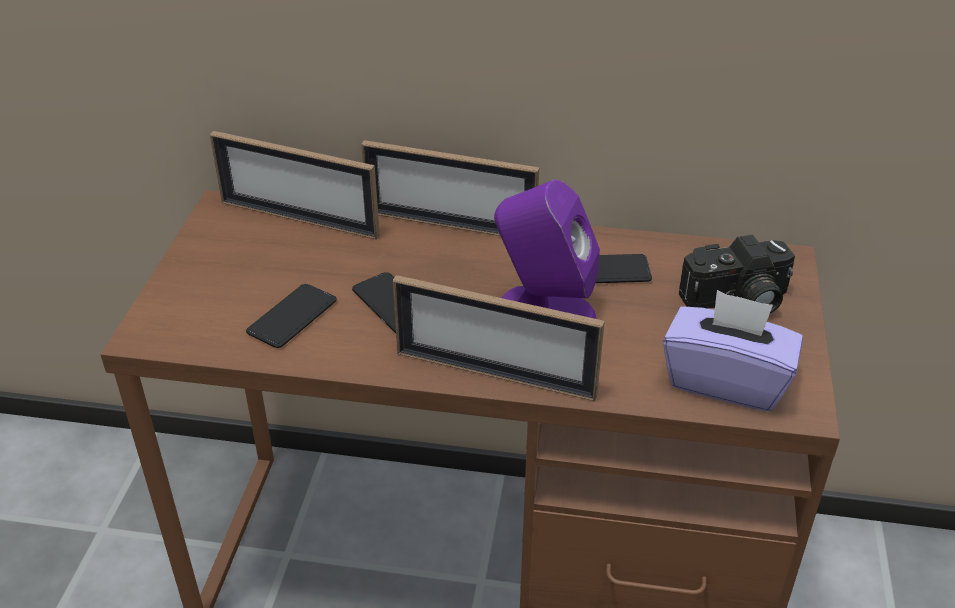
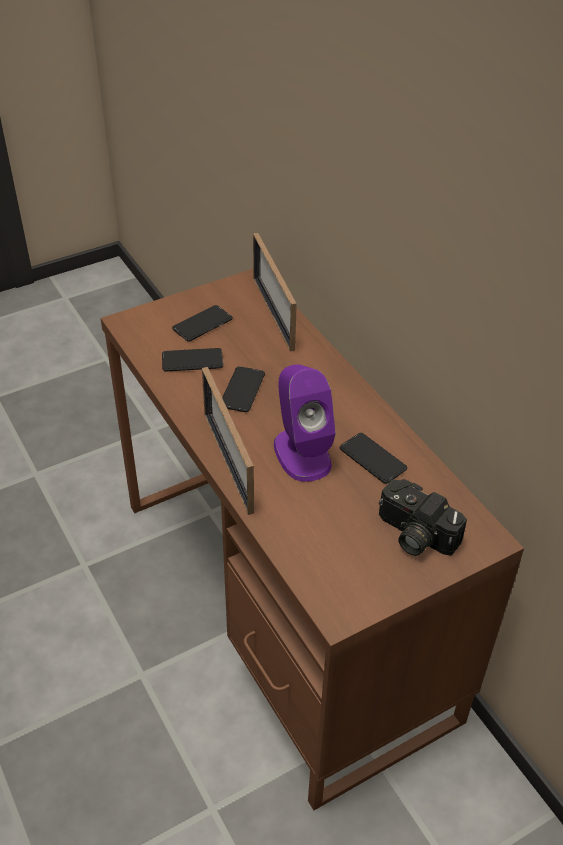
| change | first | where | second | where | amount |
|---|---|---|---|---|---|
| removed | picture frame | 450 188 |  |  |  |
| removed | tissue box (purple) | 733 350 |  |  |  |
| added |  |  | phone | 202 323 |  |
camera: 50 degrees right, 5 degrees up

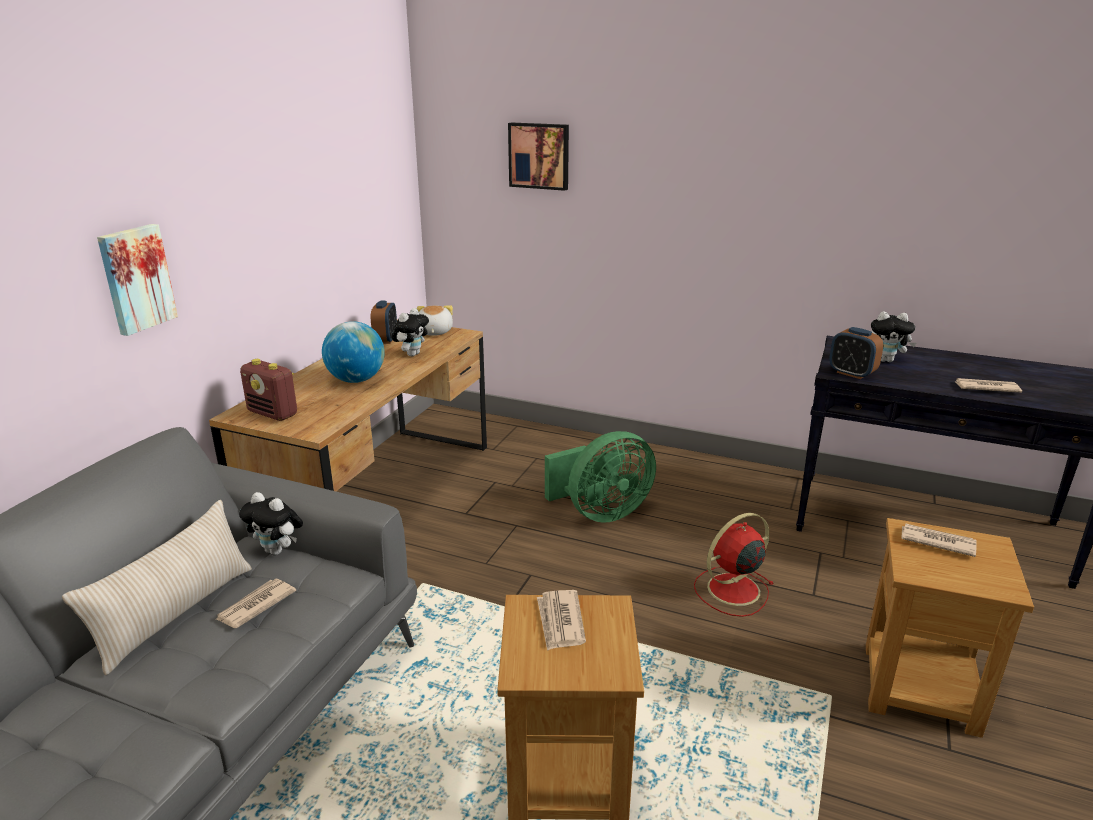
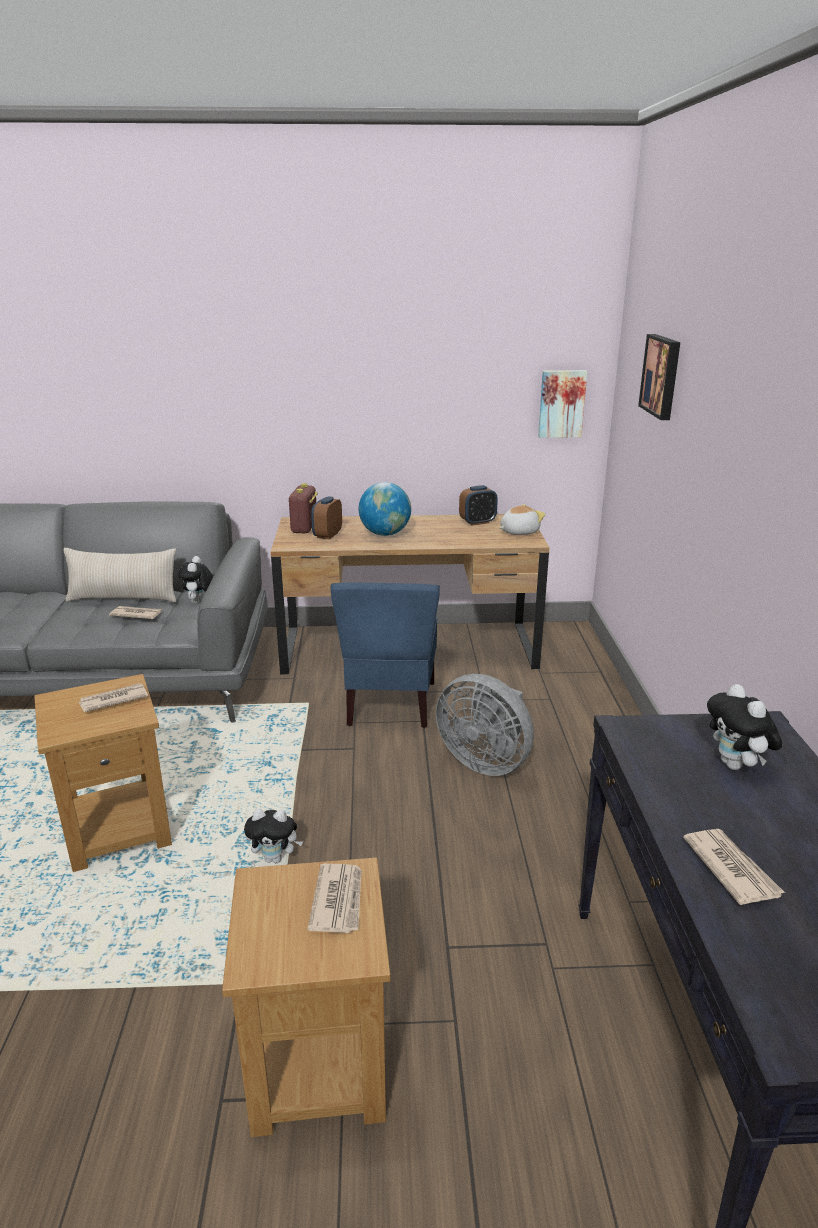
| change | first | where | second | where | amount |
|---|---|---|---|---|---|
| moved | picture | 137 280 |  | 562 404 |  |
| moved | plush toy | 410 332 |  | 273 836 |  |
| recoloured | fan (green) | 600 477 | fan (grey) | 485 725 |  |
| removed | fan (red) | 734 565 |  |  |  |
| moved | alarm clock | 856 353 |  | 326 517 |  |
| added |  |  | chair (blue) | 385 655 |  |
camera: 65 degrees right, 0 degrees up

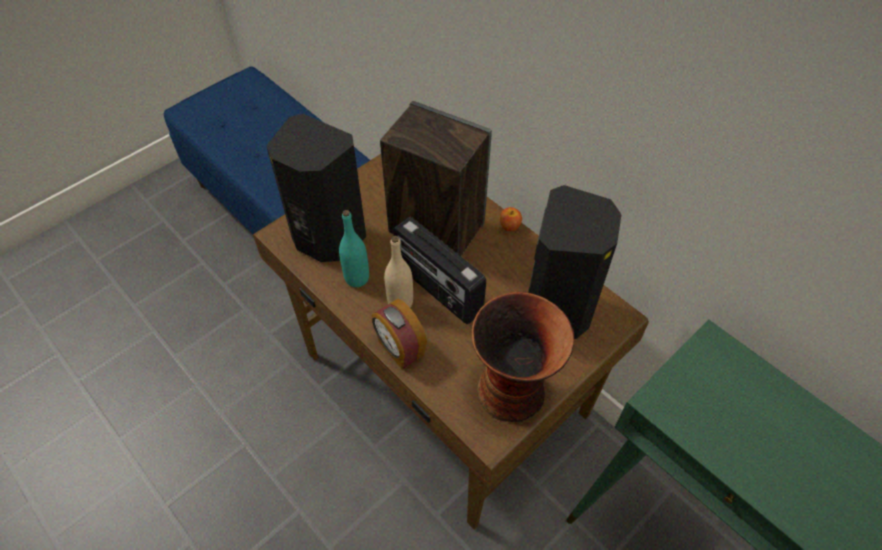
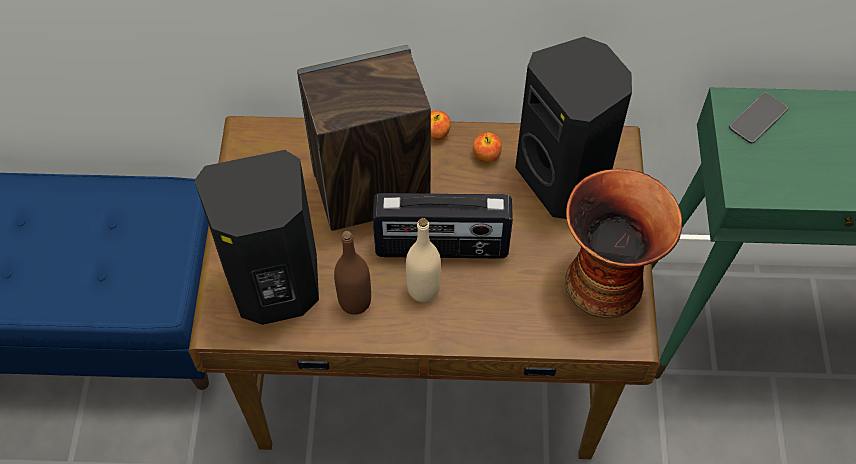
| change | first | where | second | where | amount |
|---|---|---|---|---|---|
| recoloured | bottle (turquoise) | 354 248 | bottle (brown) | 352 273 |  |
| removed | alarm clock | 399 334 |  |  |  |
| added |  |  | apple | 487 147 |  |
| added |  |  | phone | 758 117 |  |
camera: 45 degrees left, 5 degrees up

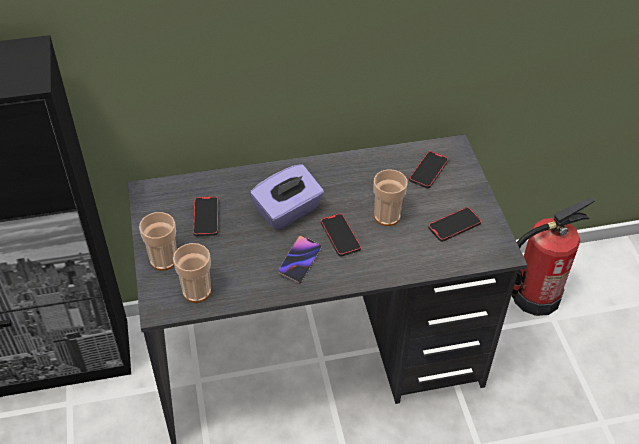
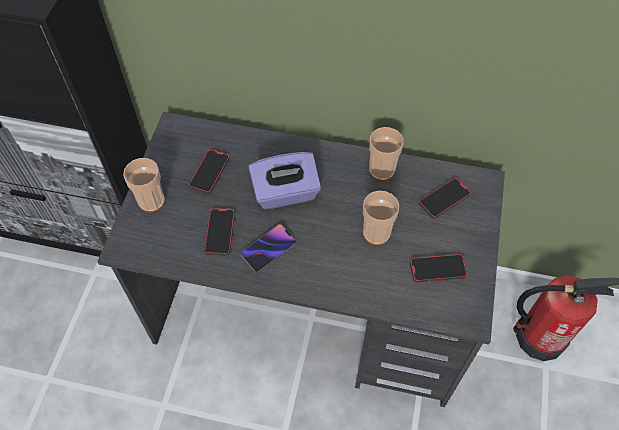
| change | first | where | second | where | amount |
|---|---|---|---|---|---|
| moved | cup | 192 273 |  | 386 154 |  |
| moved | phone | 341 234 |  | 219 232 |  |
camera: 25 degrees right, 10 degrees up

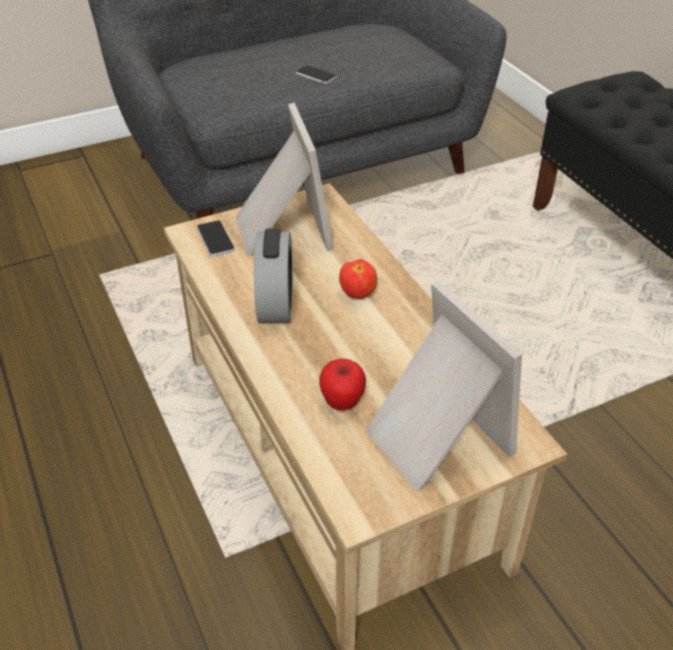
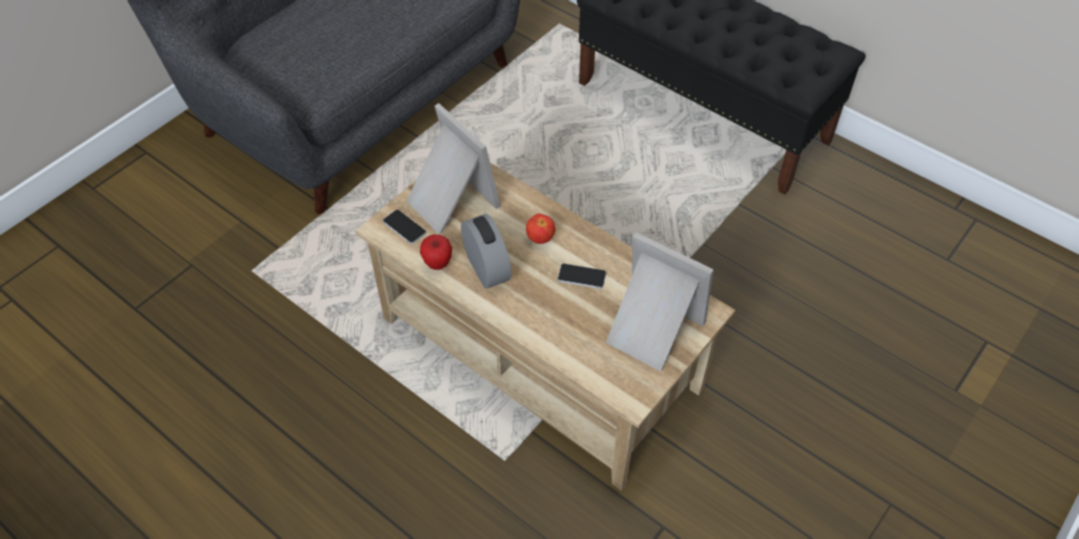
| change | first | where | second | where | amount |
|---|---|---|---|---|---|
| moved | phone | 315 74 |  | 582 276 |  |
| moved | apple | 342 384 |  | 436 252 |  |
camera: 25 degrees left, 10 degrees up

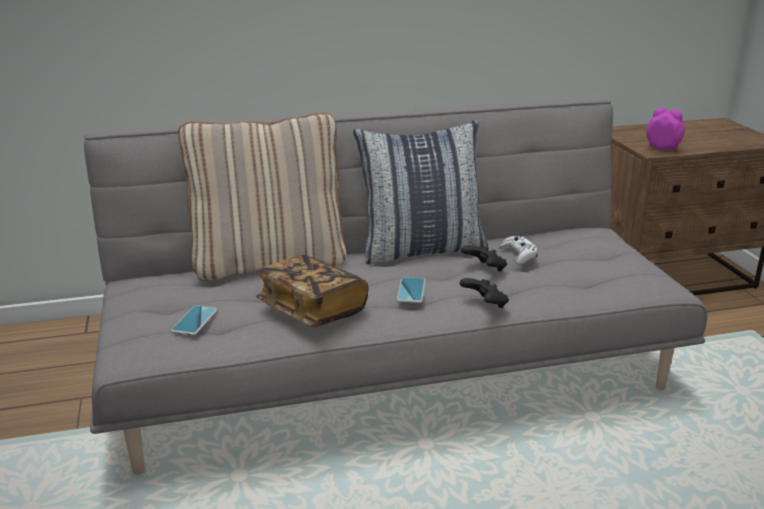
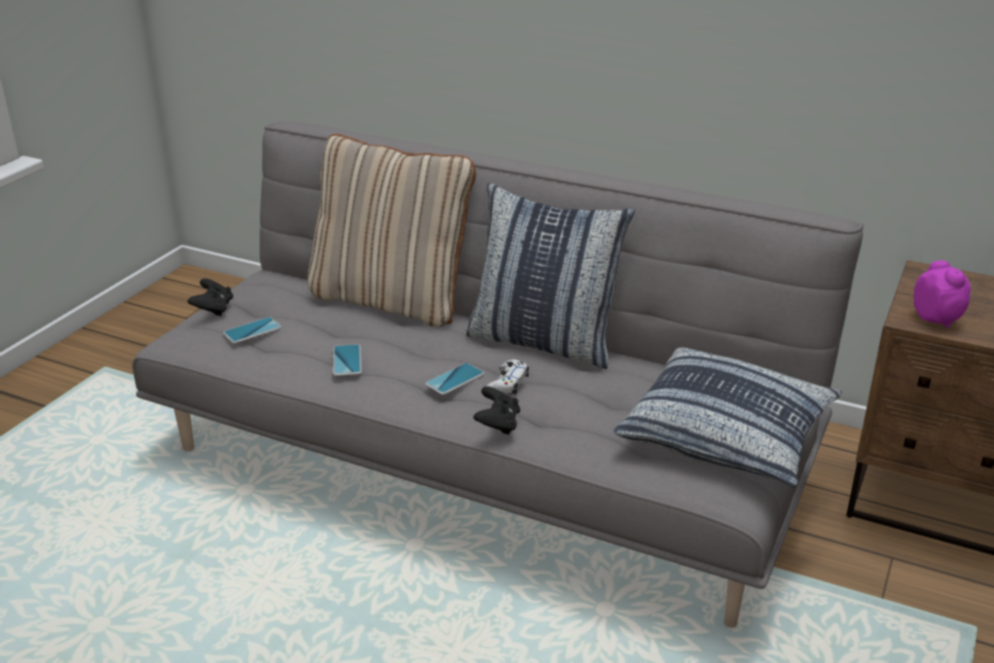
| change | first | where | second | where | amount |
|---|---|---|---|---|---|
| replaced | book | 313 291 | phone | 347 360 |  |
| moved | game controller (black) | 484 259 |  | 210 298 |  |
| moved | game controller (white) | 518 250 |  | 507 376 |  |
| added |  |  | pillow | 728 417 |  |
camera: 40 degrees right, 5 degrees up

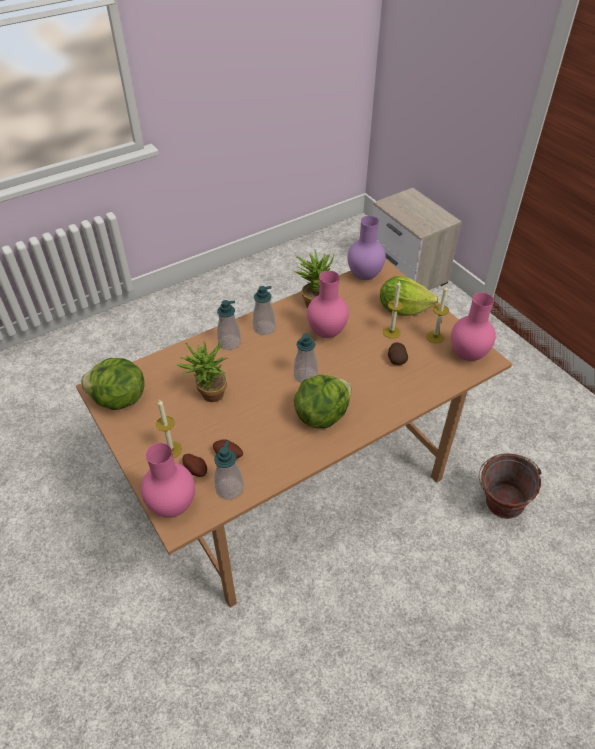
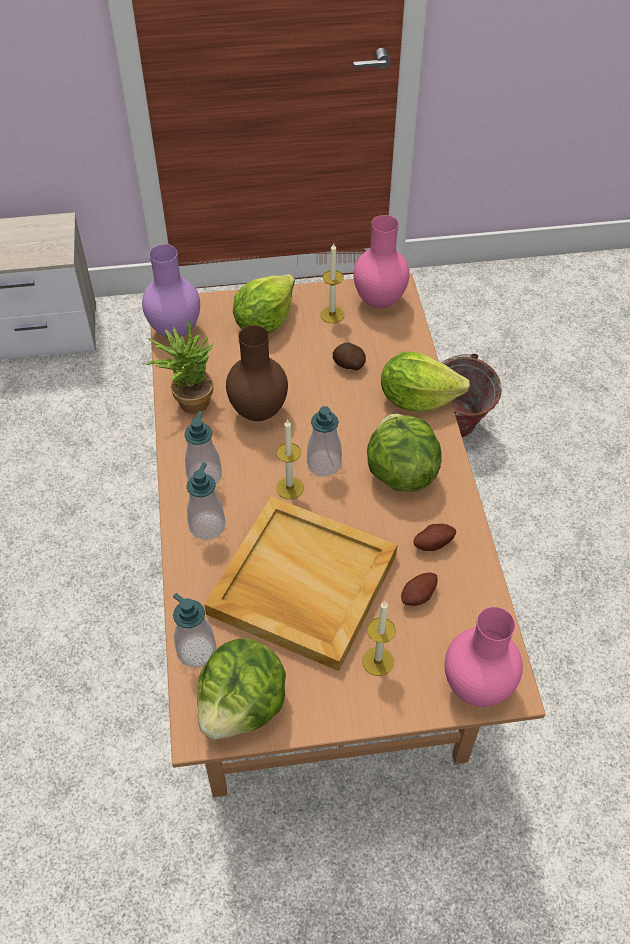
| change | first | where | second | where | amount |
|---|---|---|---|---|---|
| replaced | potted plant | 203 371 | tray (beige) | 300 583 |  |
| moved | potato | 194 465 |  | 434 537 |  |
| moved | soap dispenser | 228 470 |  | 194 630 |  |
| recoloured | vase (pink) | 328 304 | vase (brown) | 257 373 |  |
| moved | candle | 393 310 |  | 290 459 |  |
| added |  |  | lettuce | 425 381 |  |
camera: 65 degrees left, 5 degrees up

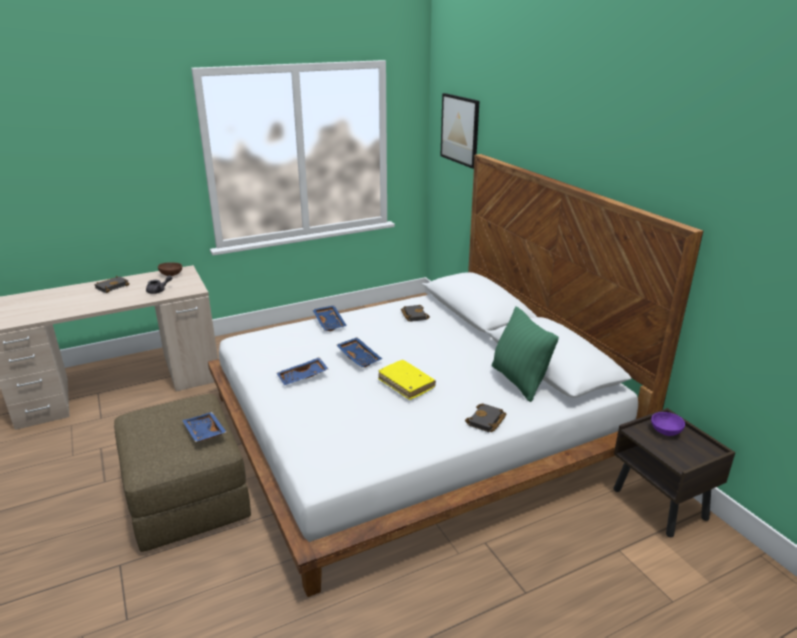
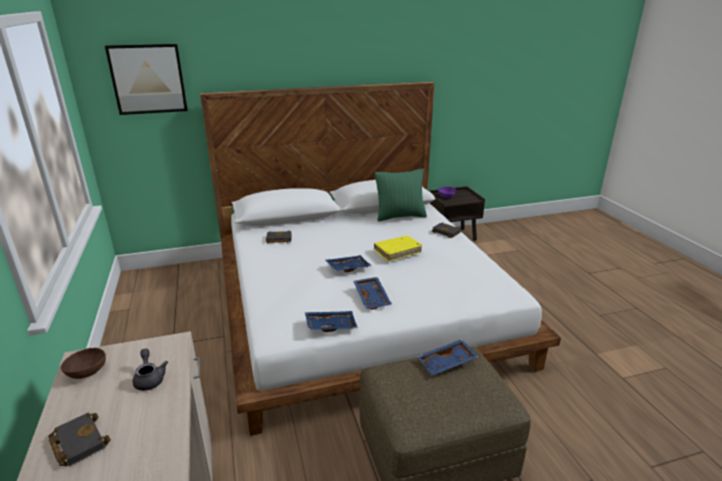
| change | first | where | second | where | amount |
|---|---|---|---|---|---|
| moved | tray (blue) | 329 318 |  | 331 321 |  |
camera: 80 degrees left, 0 degrees up

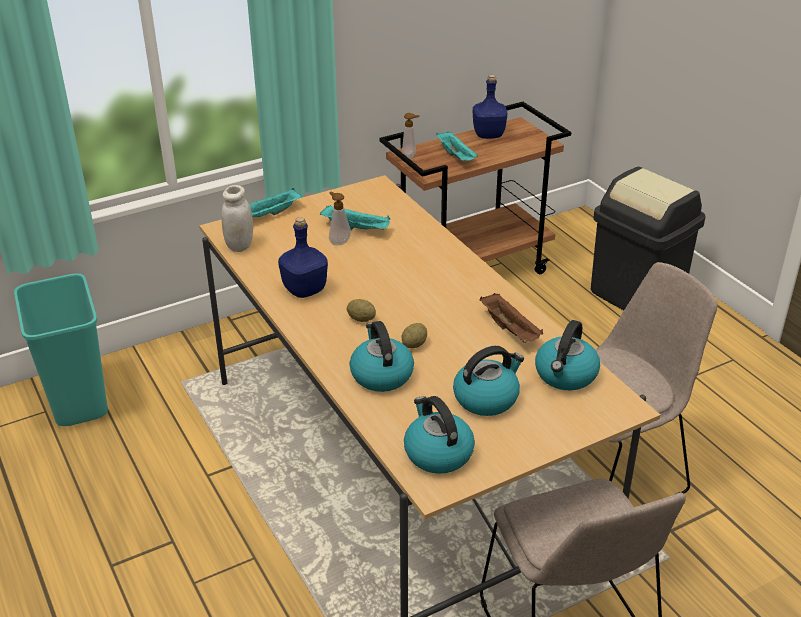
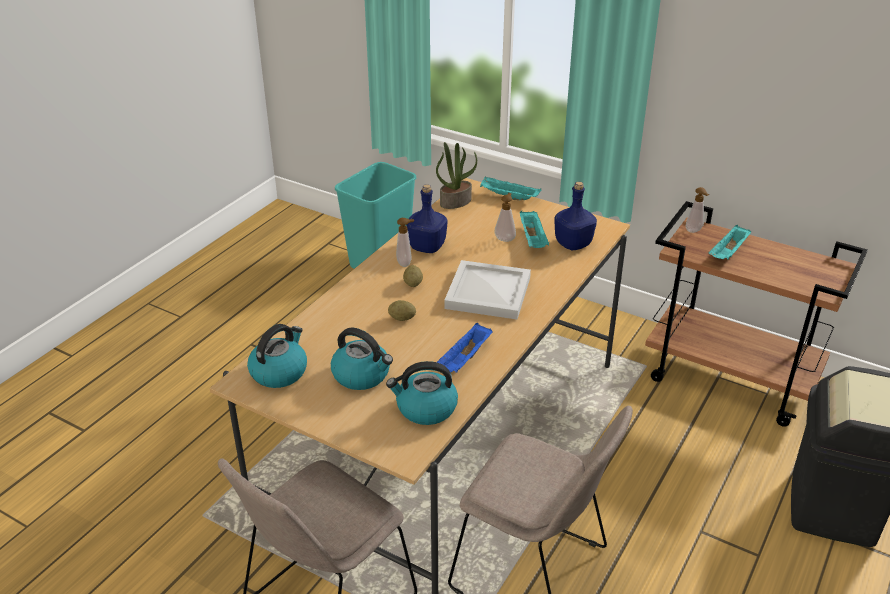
| change | first | where | second | where | amount |
|---|---|---|---|---|---|
| replaced | jar (white) | 237 218 | potted plant | 456 175 |  |
| removed | kettle | 381 356 |  |  |  |
| moved | bottle (blue) | 490 107 |  | 575 216 |  |
| recoloured | tray (brown) | 511 318 | tray (blue) | 465 348 |  |
| added |  |  | soap dispenser | 405 242 |  |
| added |  |  | tray (white) | 487 289 |  |
camera: 60 degrees right, 0 degrees up

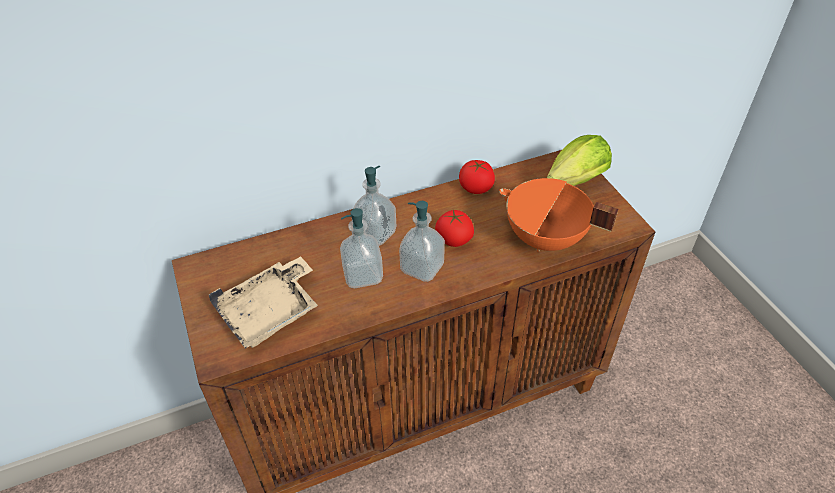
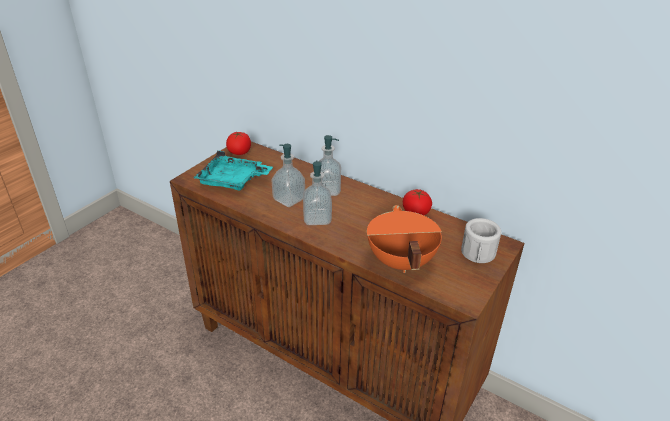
| change | first | where | second | where | amount |
|---|---|---|---|---|---|
| recoloured | tray (beige) | 263 302 | tray (turquoise) | 233 170 |  |
| moved | tomato | 454 228 |  | 238 143 |  |
| replaced | lettuce | 579 160 | mug (white) | 481 240 |  |
camera: 55 degrees right, 10 degrees down

